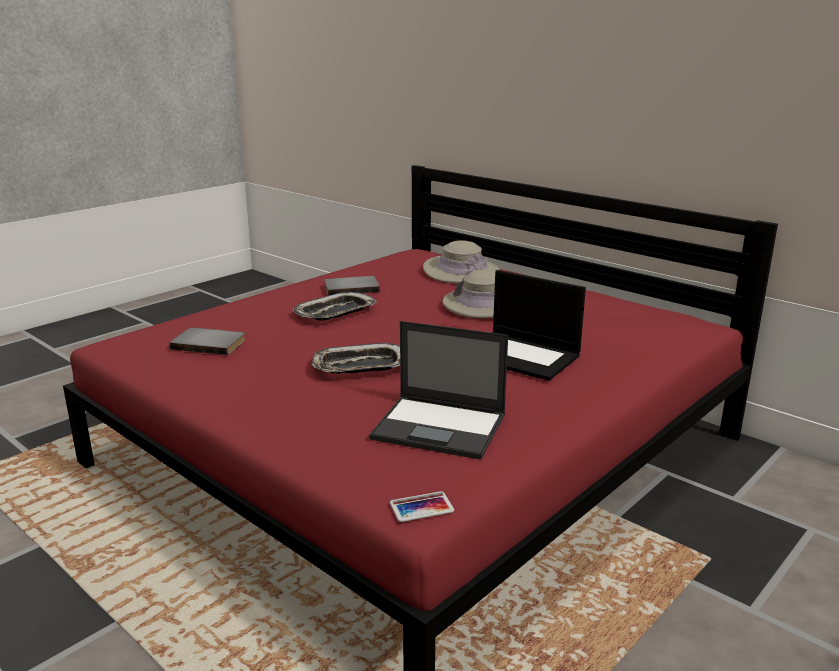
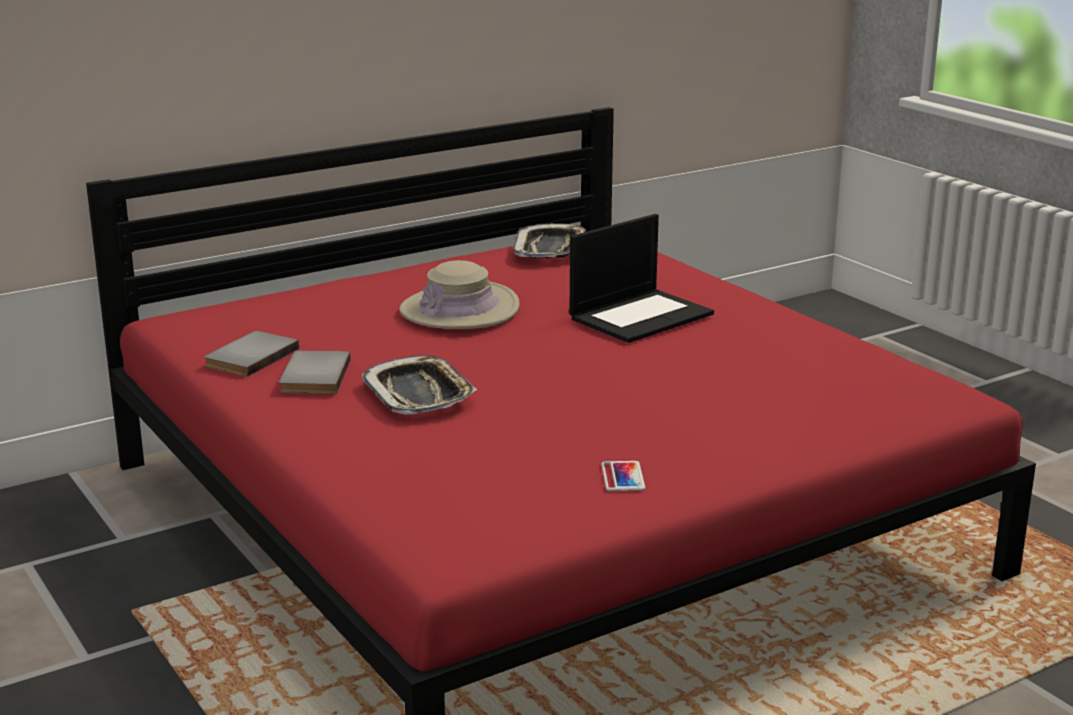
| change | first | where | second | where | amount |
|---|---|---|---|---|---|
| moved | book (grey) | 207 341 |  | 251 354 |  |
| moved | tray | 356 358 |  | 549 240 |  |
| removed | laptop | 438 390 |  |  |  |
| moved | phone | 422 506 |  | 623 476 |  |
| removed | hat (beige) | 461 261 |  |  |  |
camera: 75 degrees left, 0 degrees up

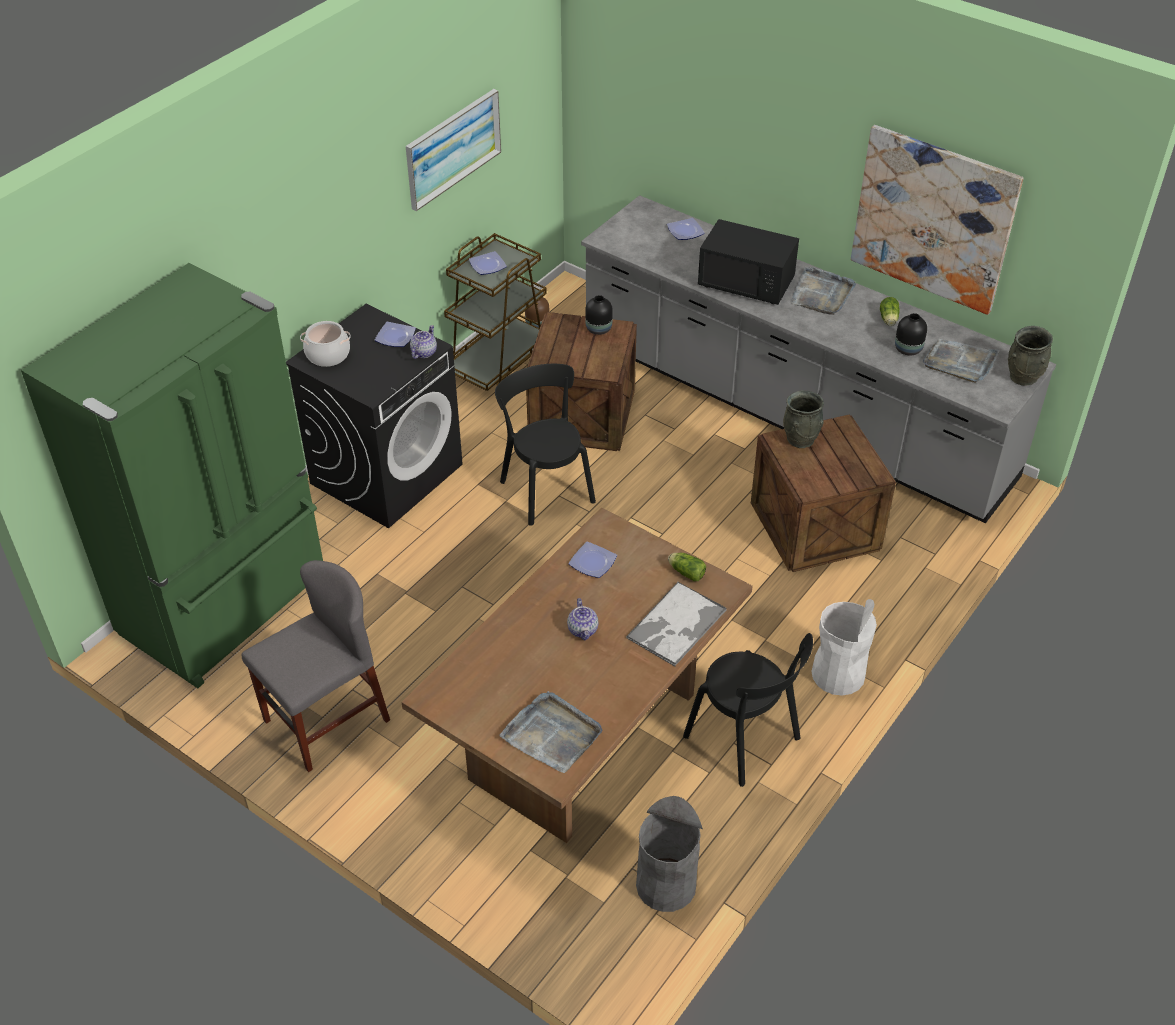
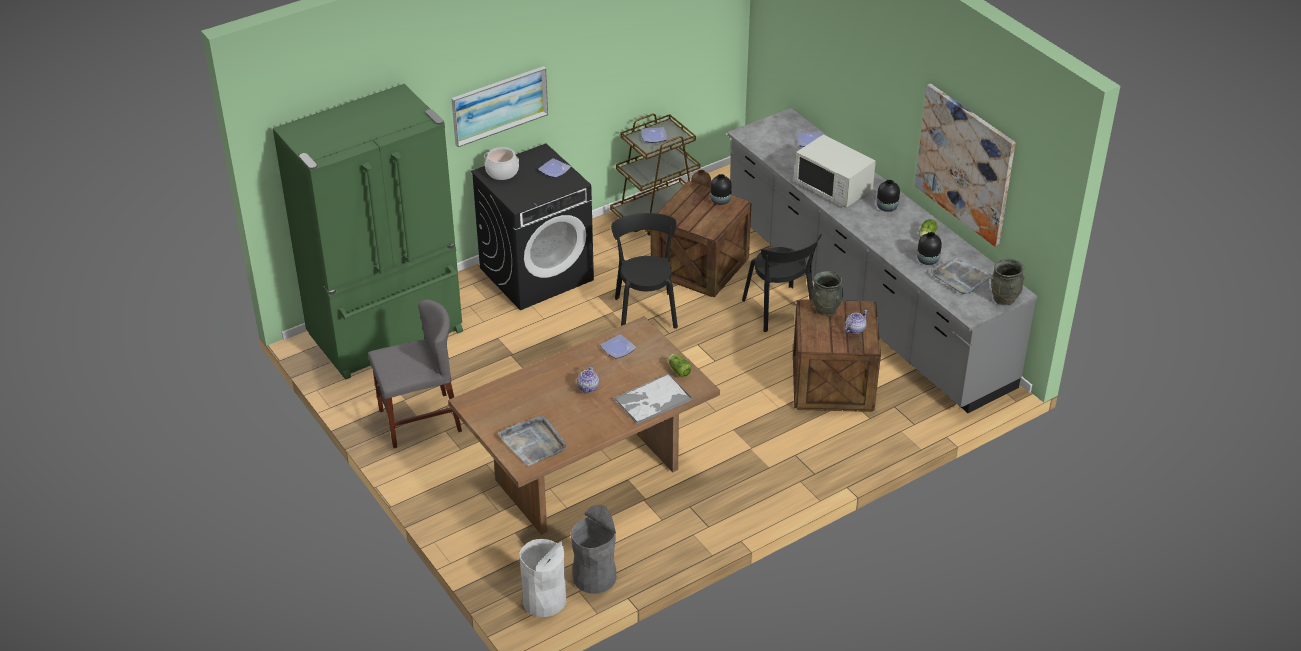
| change | first | where | second | where | amount |
|---|---|---|---|---|---|
| moved | picture | 453 150 |  | 499 106 |  |
| moved | teapot | 423 342 |  | 856 322 |  |
| moved | chair (black) | 748 710 |  | 782 283 |  |
| recoloured | microwave (black) | 748 262 | microwave (white) | 835 171 |  |
| replaced | tray (grey) | 823 290 | vase (black) | 888 196 |  |
| moved | trash can (white) | 844 647 |  | 542 578 |  |
camera: 20 degrees right, 5 degrees down

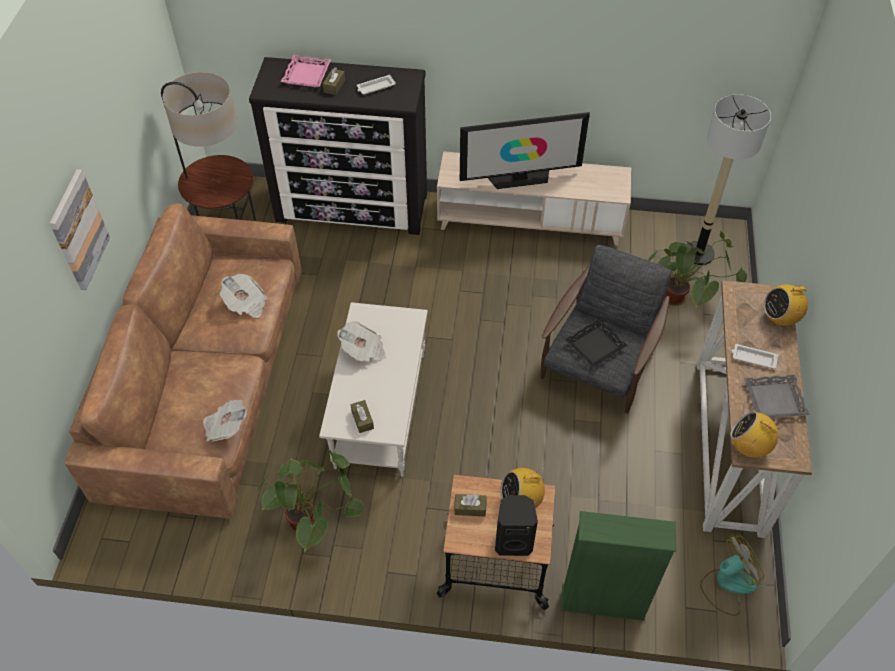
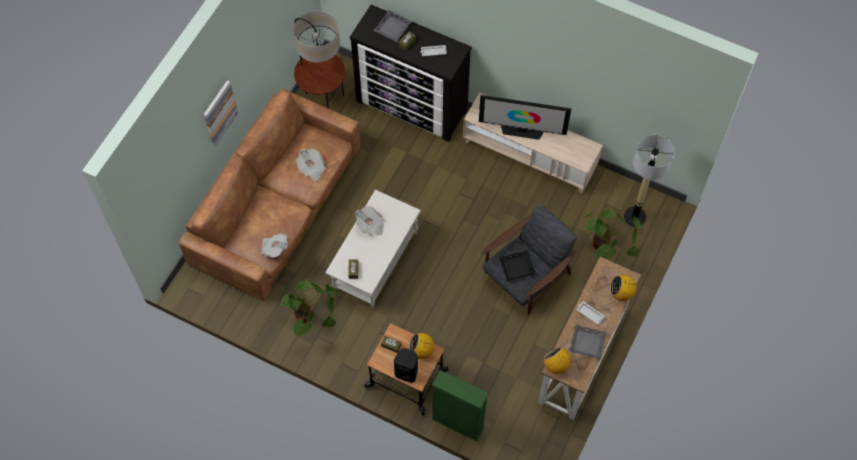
| change | first | where | second | where | amount |
|---|---|---|---|---|---|
| recoloured | tray (pink) | 306 71 | tray (grey) | 392 26 |  |
| removed | fan | 732 575 |  |  |  |
camera: 20 degrees right, 10 degrees up

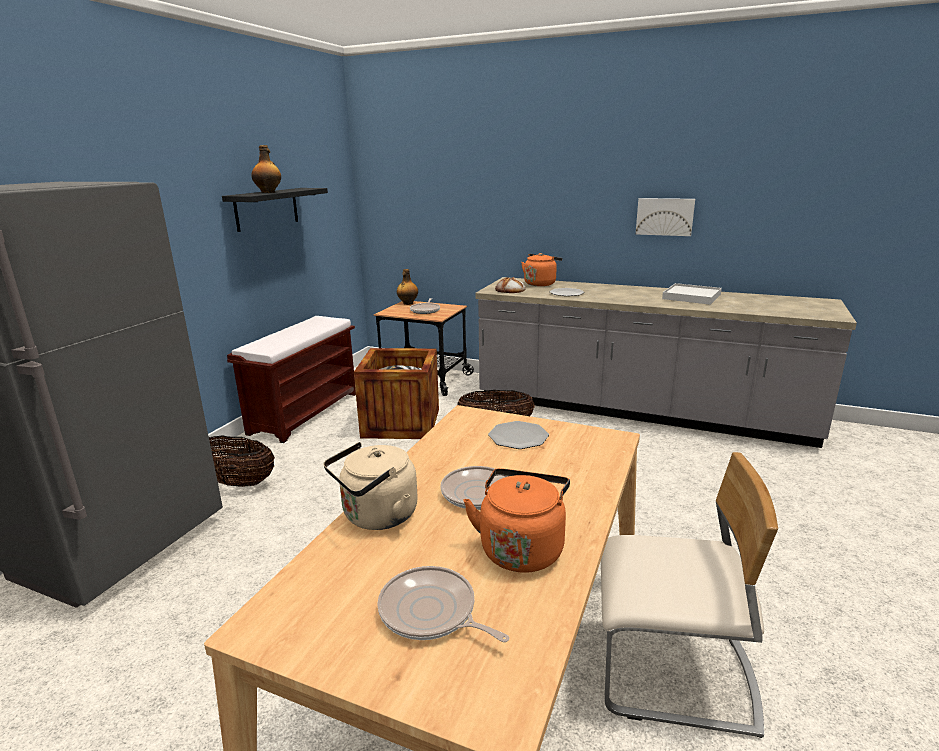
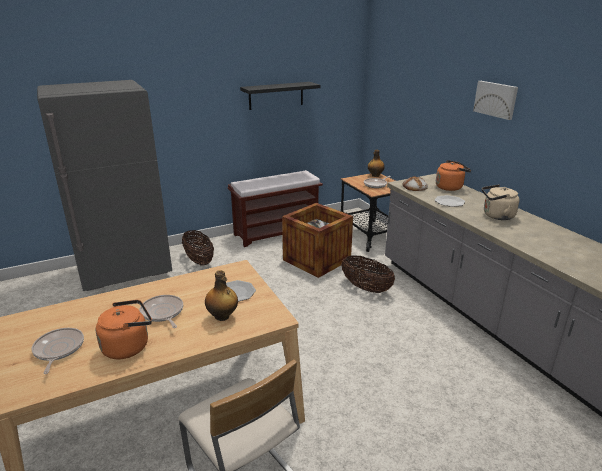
| change | first | where | second | where | amount |
|---|---|---|---|---|---|
| moved | bottle | 266 169 |  | 221 295 |  |
| moved | kettle (beige) | 370 486 |  | 501 202 |  |
| moved | picture | 665 217 |  | 495 100 |  |
| removed | tray (white) | 692 294 |  |  |  |
camera: 40 degrees right, 5 degrees up

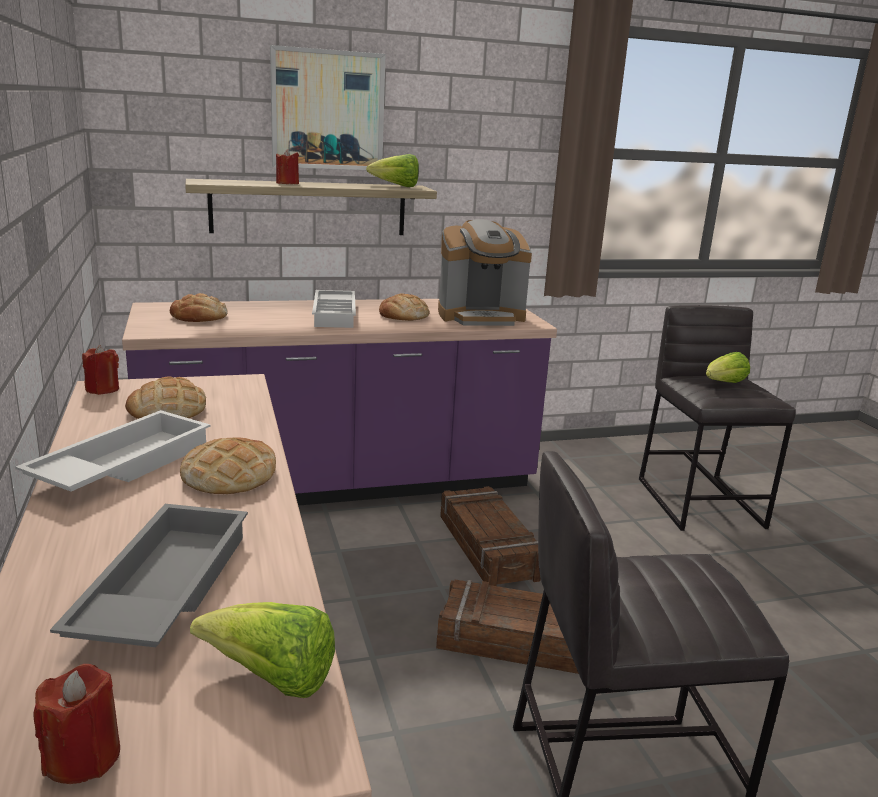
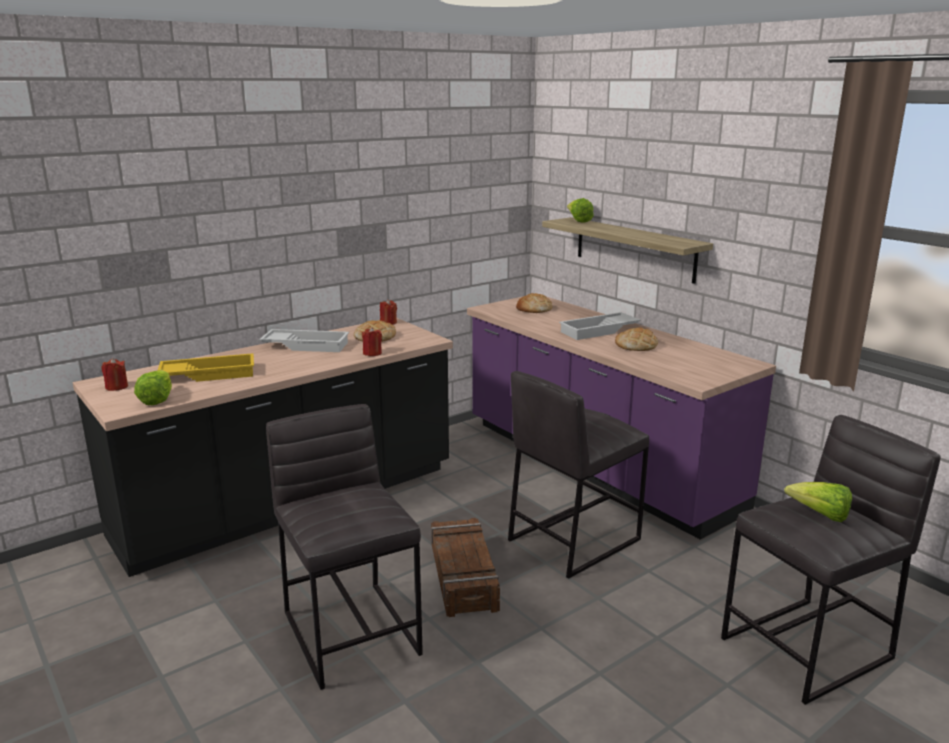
| change | first | where | second | where | amount |
|---|---|---|---|---|---|
| recoloured | tray (grey) | 149 575 | tray (yellow) | 206 367 |  |
| removed | bread | 228 465 |  |  |  |
| removed | picture | 328 107 |  |  |  |
| moved | candle (red) | 287 166 |  | 372 341 |  |
| moved | lettuce | 392 170 |  | 580 210 |  |
| removed | coffee machine | 485 272 |  |  |  |
| replaced | crate | 490 536 | stool (grey) | 578 475 |  |
camera: 70 degrees right, 0 degrees up

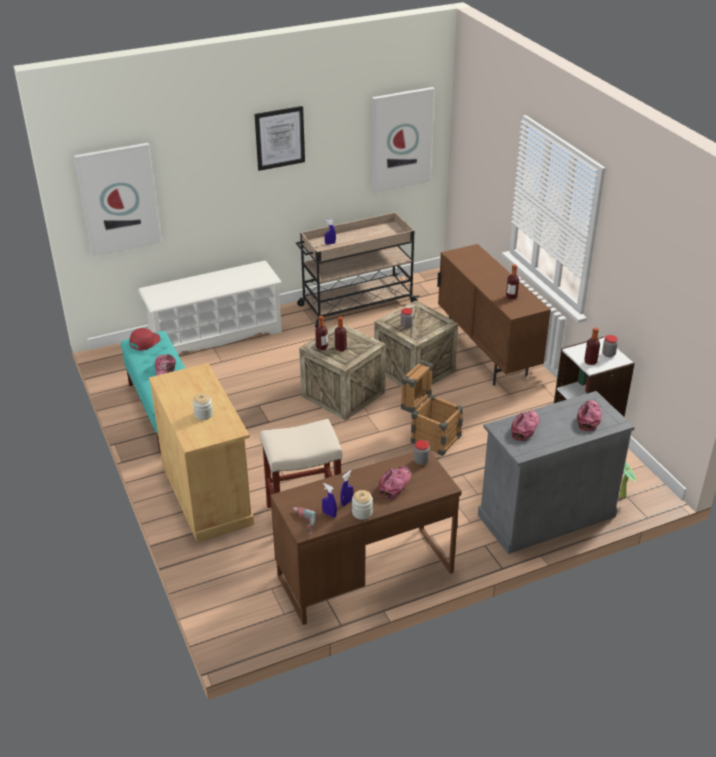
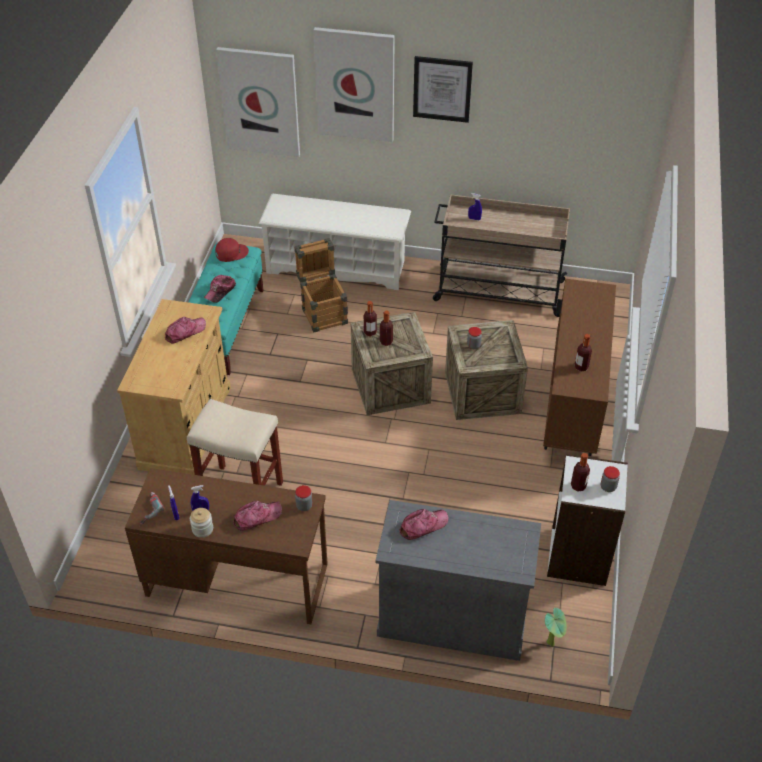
| change | first | where | second | where | amount |
|---|---|---|---|---|---|
| removed | jar | 203 406 |  |  |  |
| moved | picture | 402 140 |  | 354 84 |  |
| moved | crate | 432 408 |  | 321 285 |  |
| moved | cap | 589 415 |  | 185 330 |  |
camera: 35 degrees right, 10 degrees up

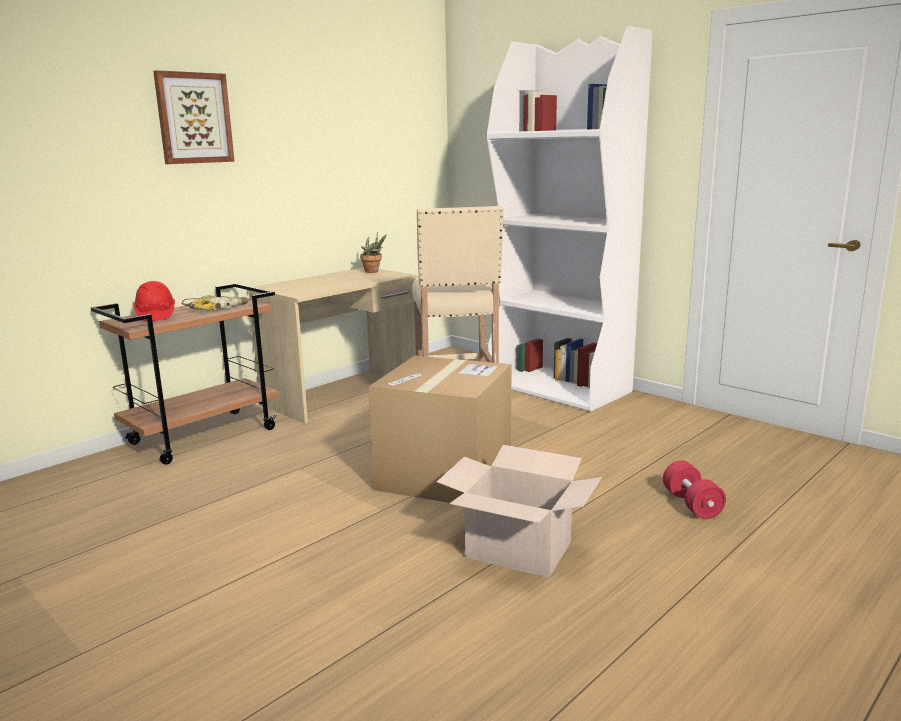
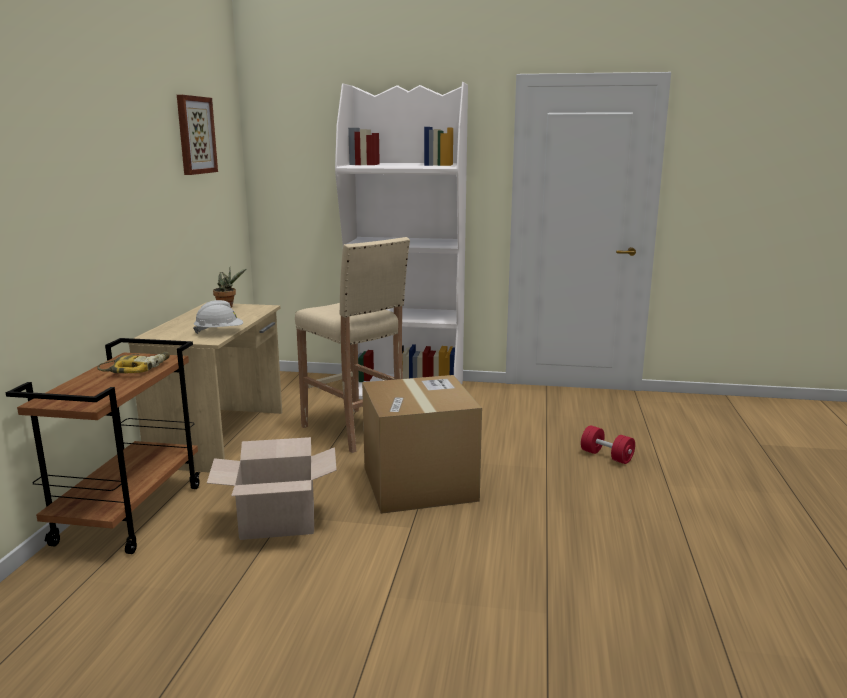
| change | first | where | second | where | amount |
|---|---|---|---|---|---|
| removed | hard hat (red) | 154 301 |  |  |  |
| moved | picture | 194 117 |  | 197 135 |  |
| moved | cardboard box | 519 511 |  | 272 488 |  |
| added |  |  | hard hat (white) | 218 317 |  |
camera: 35 degrees left, 0 degrees up

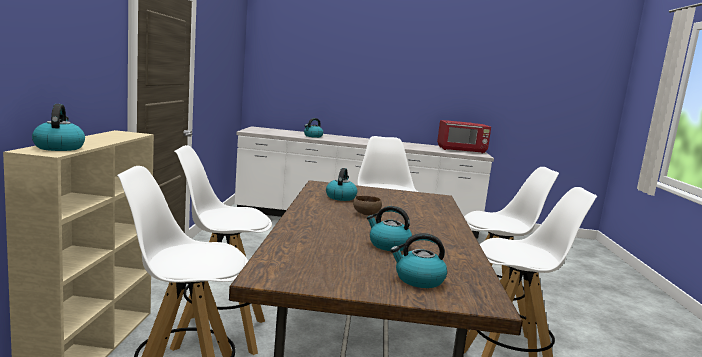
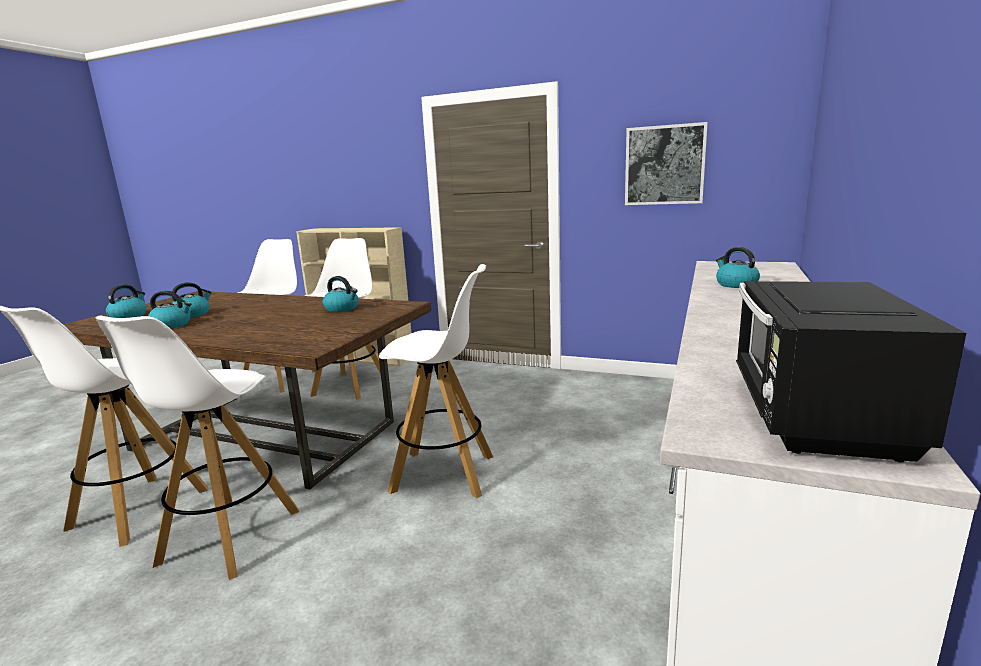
| change | first | where | second | where | amount |
|---|---|---|---|---|---|
| moved | kettle | 58 127 |  | 169 310 |  |
| removed | bowl (brown) | 367 205 |  |  |  |
| recoloured | microwave (red) | 464 136 | microwave (black) | 851 371 |  |
| added |  |  | picture | 666 163 |  |
camera: 110 degrees right, 5 degrees up

